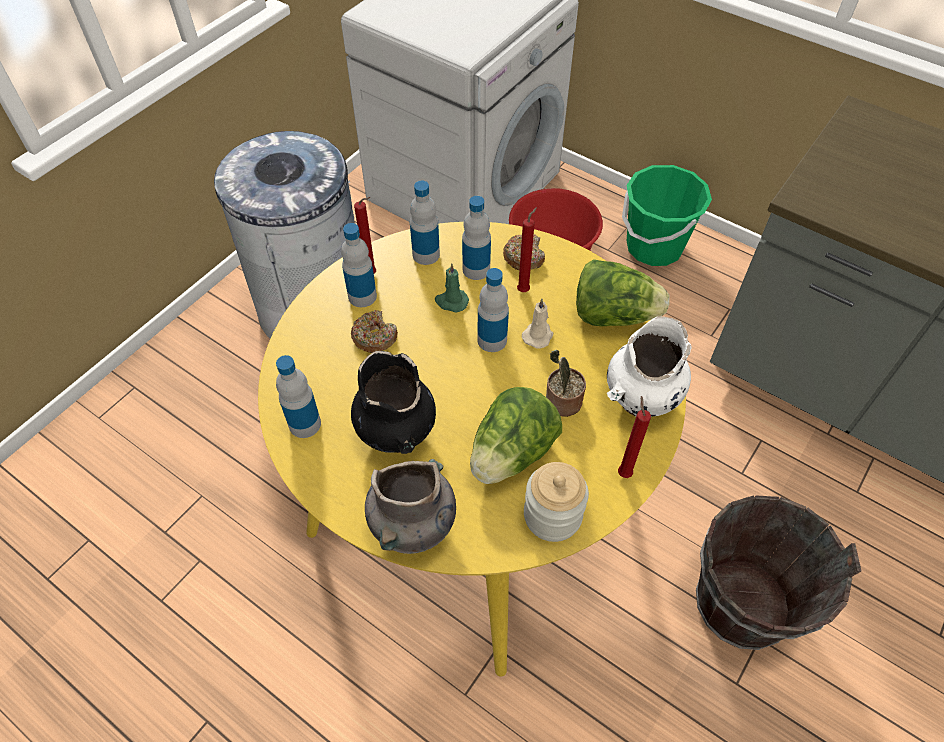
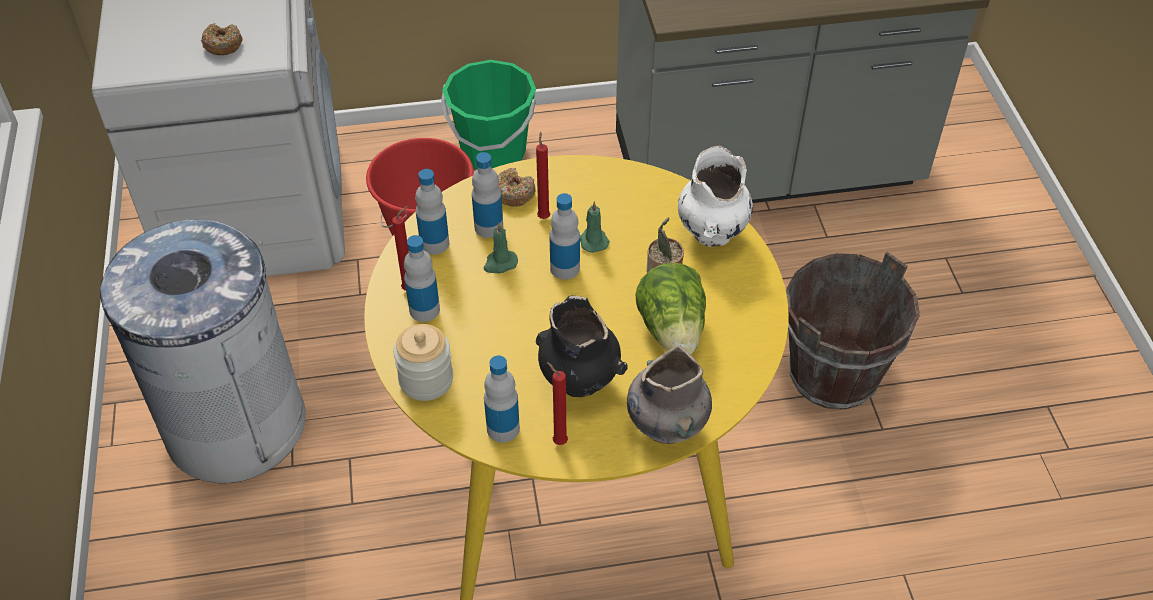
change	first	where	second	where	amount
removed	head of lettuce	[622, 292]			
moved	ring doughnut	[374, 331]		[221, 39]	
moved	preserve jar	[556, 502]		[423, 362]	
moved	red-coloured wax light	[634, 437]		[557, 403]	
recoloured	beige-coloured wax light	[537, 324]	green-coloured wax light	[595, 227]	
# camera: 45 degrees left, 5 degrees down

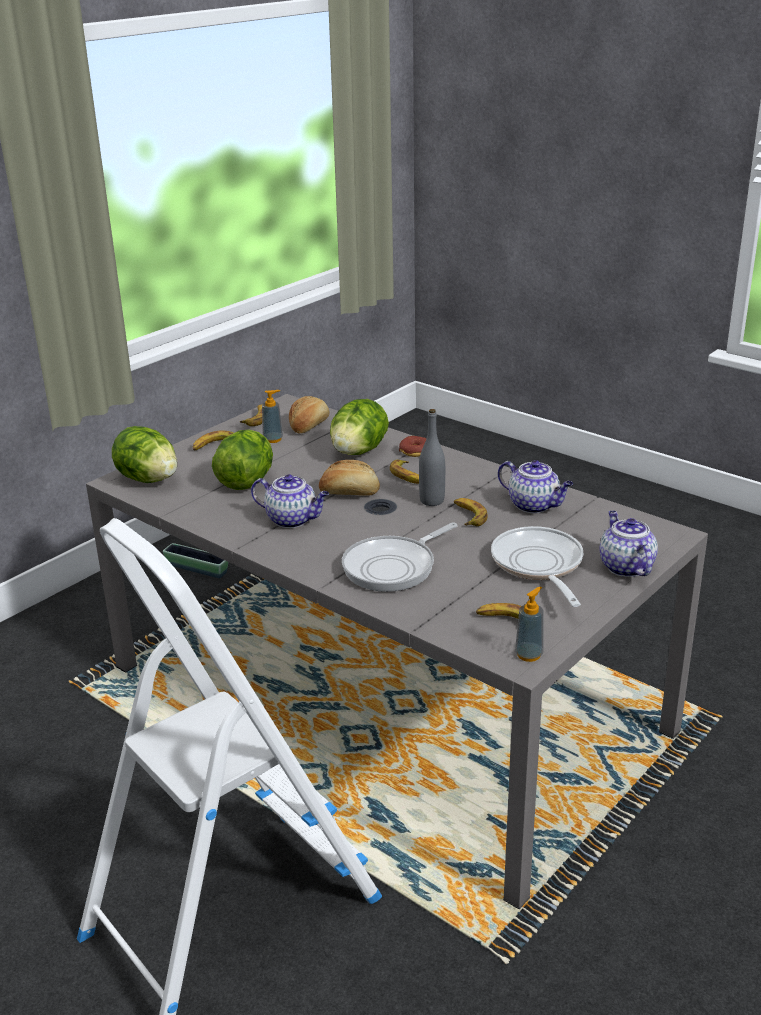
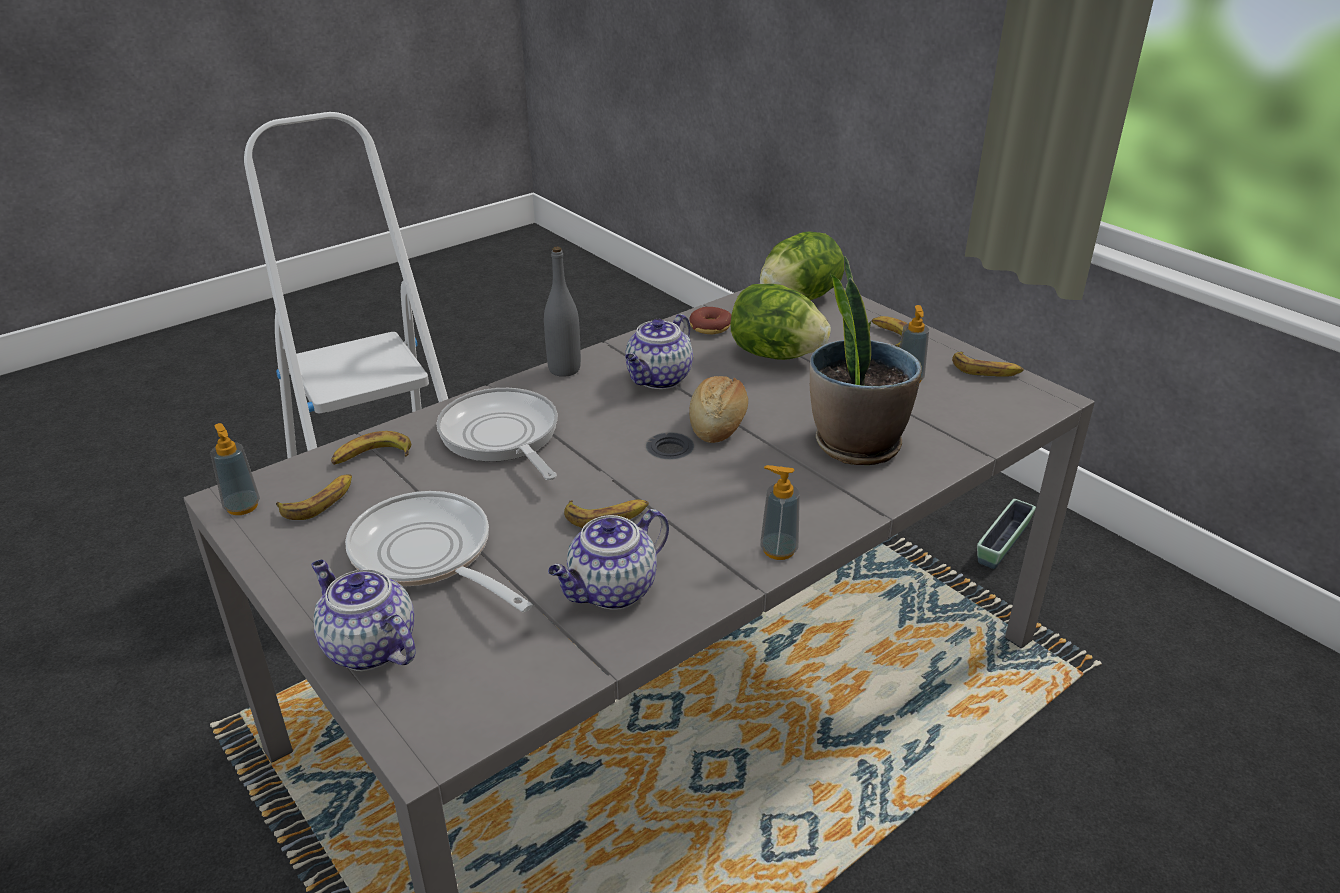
change	first	where	second	where	amount
removed	bread	[309, 414]			
added			liquid soap bottle	[780, 512]	
moved	banana fruit	[404, 472]		[371, 448]	
moved	ring doughnut	[413, 446]		[710, 320]	
moved	grey bottle	[432, 457]		[562, 312]	
replaced	head of lettuce	[359, 427]	houseplant	[866, 360]	
turned	pan	[537, 566]		[439, 551]	135 degrees counterclockwise
turned	tea pot	[628, 544]		[364, 615]	135 degrees counterclockwise
# camera: 100 degrees right, 5 degrees up

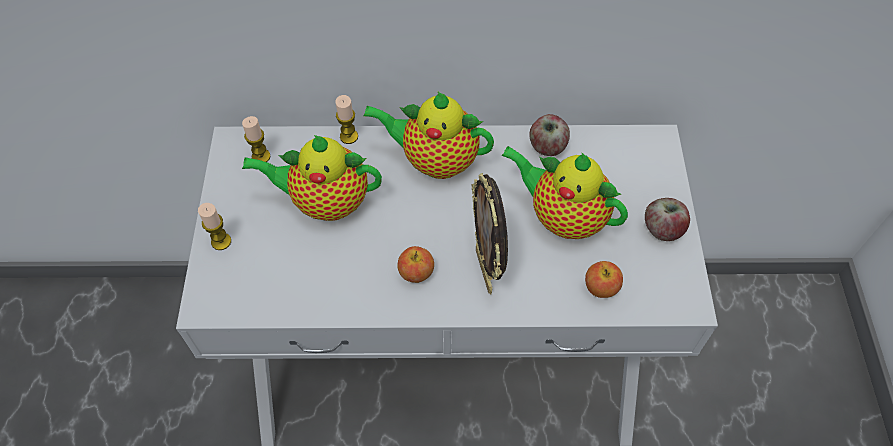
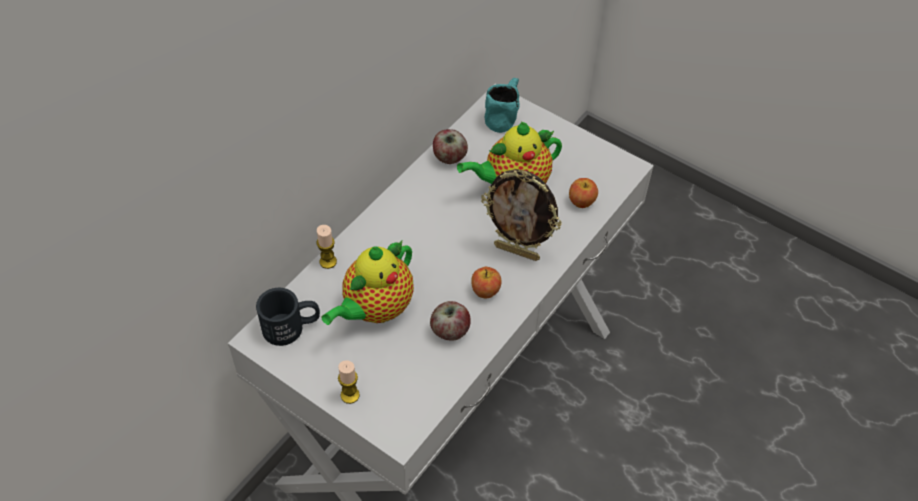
change	first	where	second	where	amount
removed	tea pot	[428, 135]			
added			turquoise mug	[502, 105]	
moved	apple	[667, 219]		[450, 321]	
replaced	wax light	[256, 139]	blackish mug	[288, 317]	
# camera: 55 degrees left, 5 degrees down

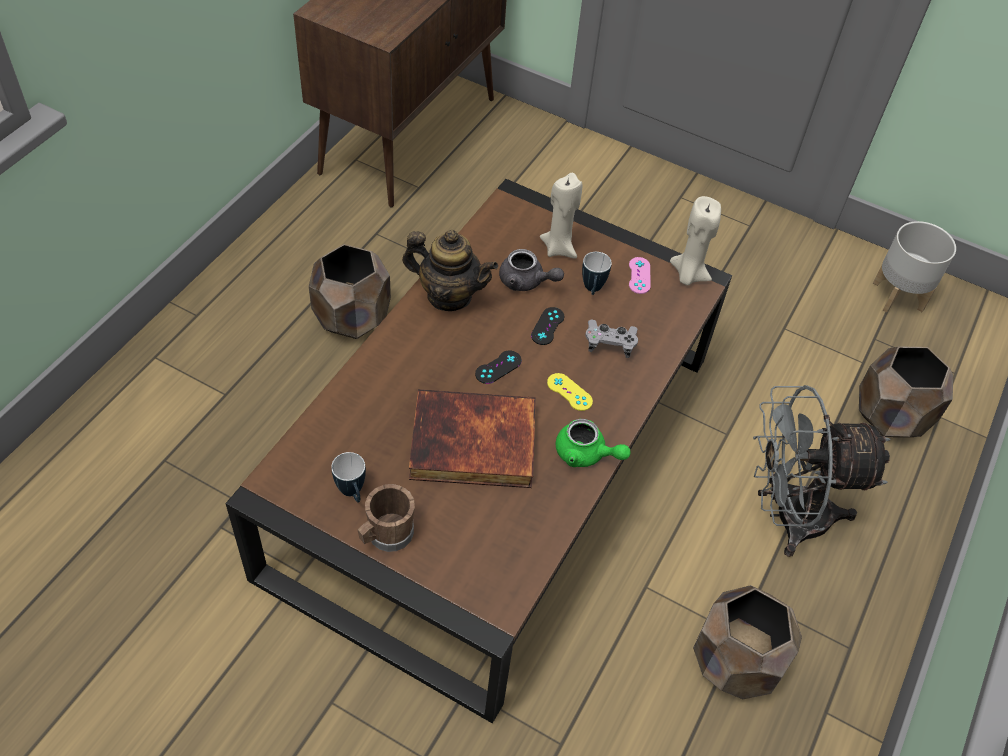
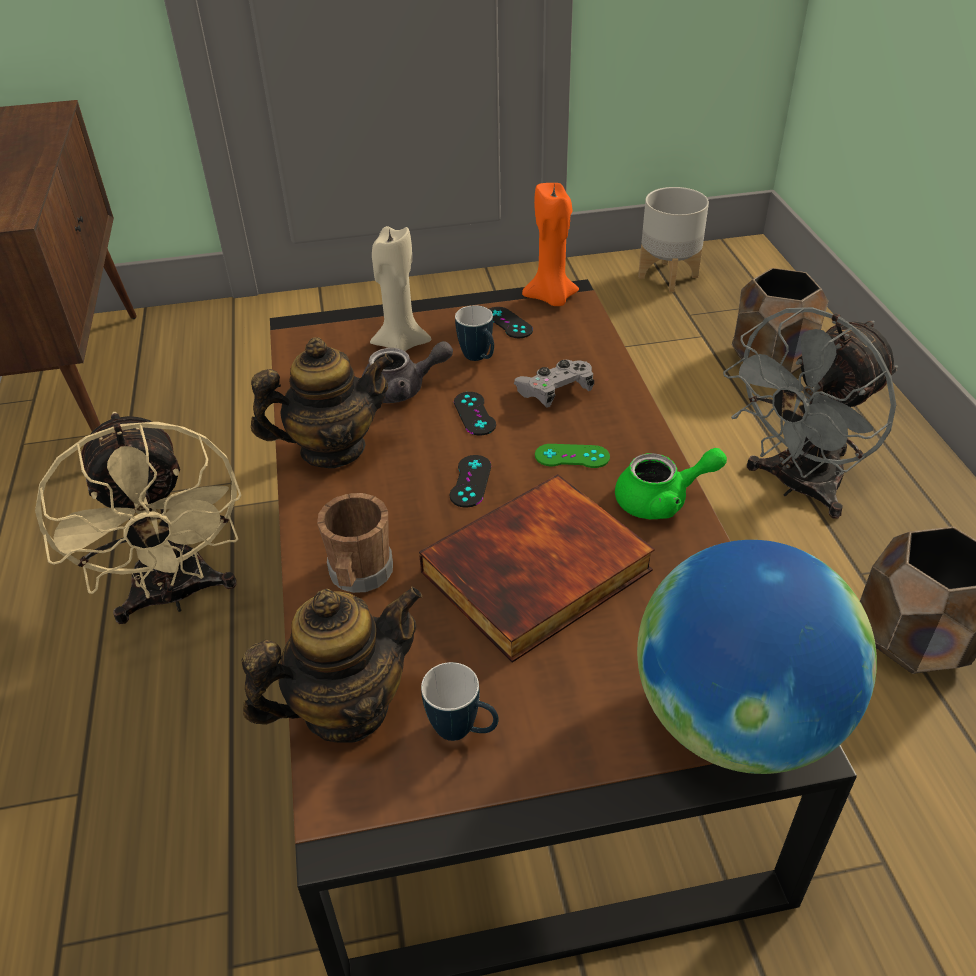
change	first	where	second	where	amount
added			tea pot	[332, 664]	
added			desk globe	[757, 657]	
moved	brown-coloured mug	[386, 518]		[355, 543]	
replaced	brown-coloured planter	[350, 291]	beige-coloured cooling fan	[138, 518]	
recoloured	yellow-coloured gamepad	[570, 392]	green-coloured gamepad	[572, 456]	
recoloured	pink-coloured gamepad	[639, 275]	blackish gamepad	[511, 322]	
recoloured	beige-coloured wax light	[695, 241]	orangey wax light	[550, 244]	
# camera: 35 degrees left, 10 degrees down

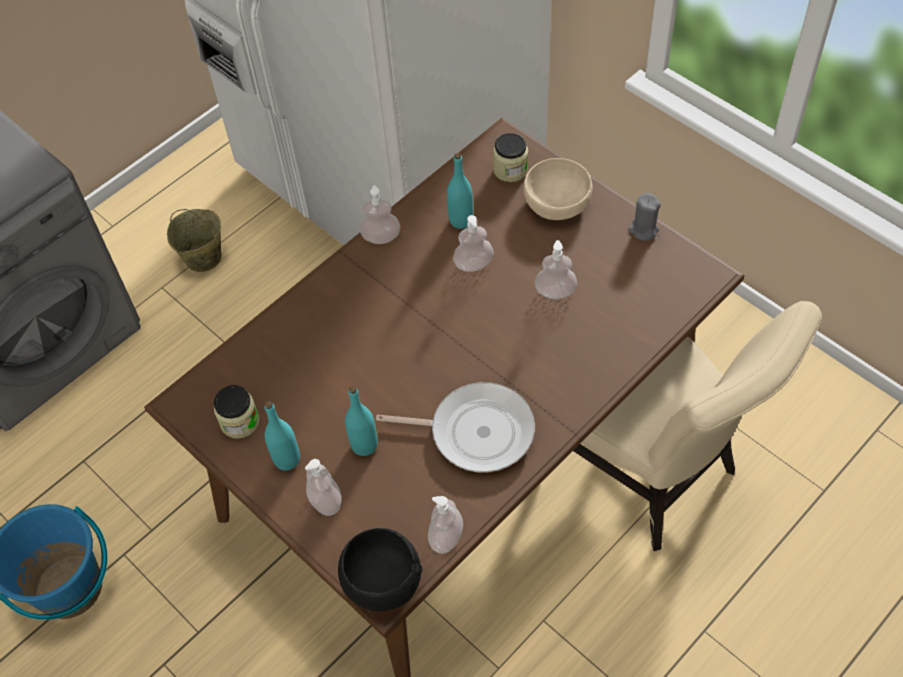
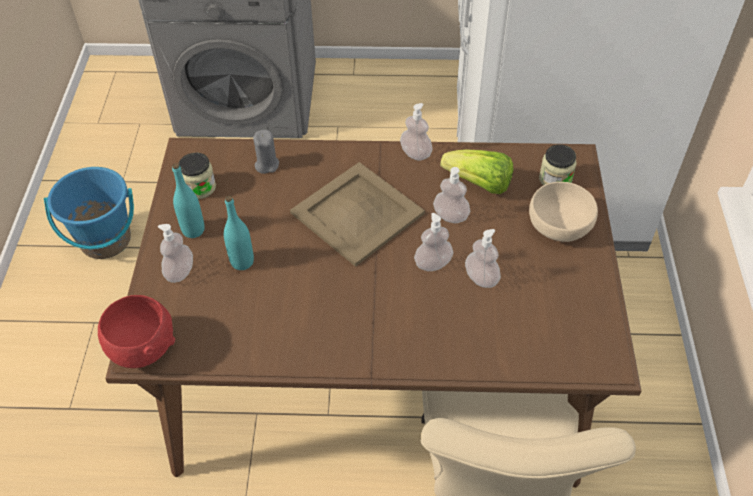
change	first	where	second	where	amount
removed	beige-coloured bucket	[194, 240]			
removed	pan	[455, 427]			
added			beige-coloured tray	[357, 214]	
moved	liquid soap bottle	[445, 525]		[433, 242]	
moved	grey wax light	[644, 217]		[266, 152]	
replaced	turquoise bottle	[460, 191]	head of lettuce	[476, 171]	
recoloured	blackish deep dish	[380, 569]	red-coloured deep dish	[136, 331]	
# camera: 45 degrees right, 5 degrees down

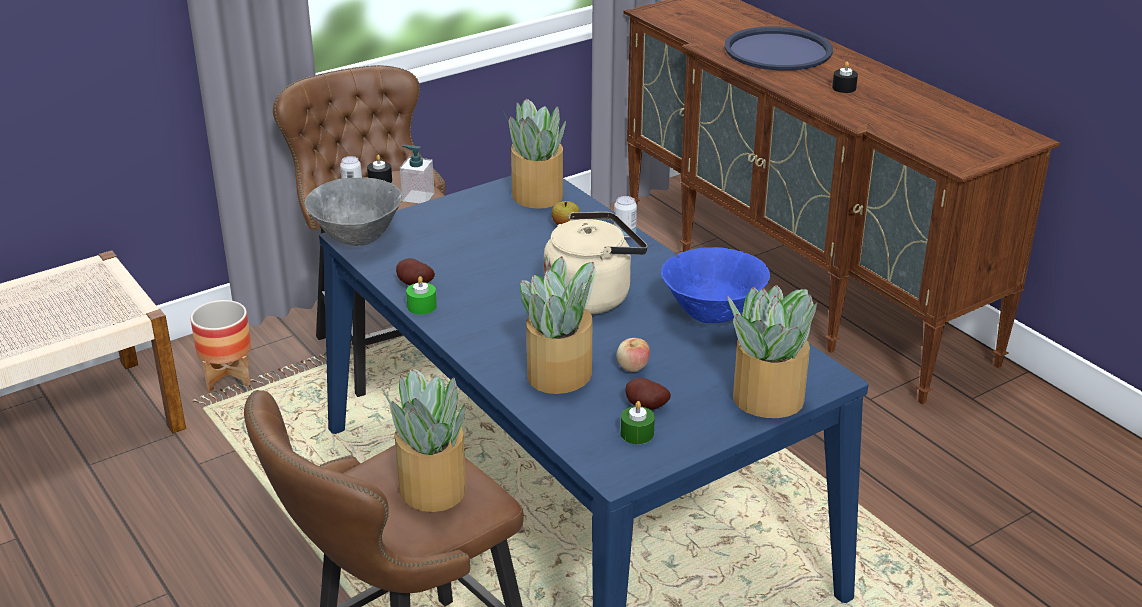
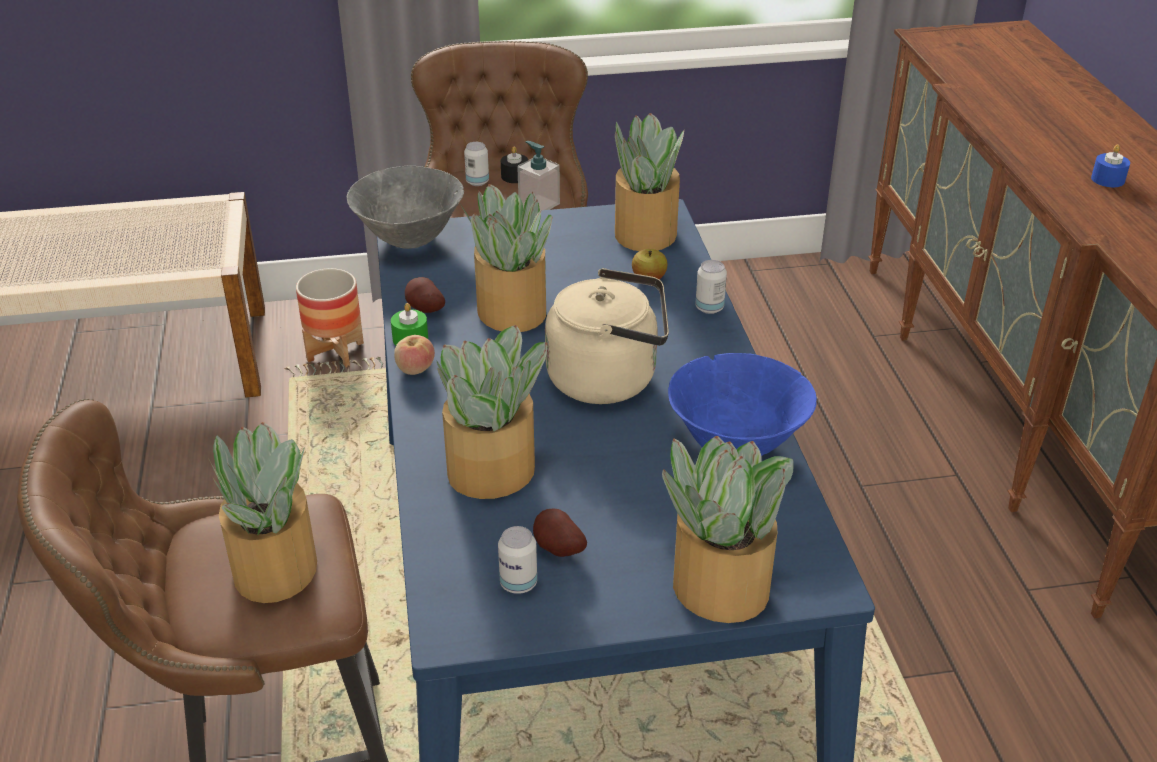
change	first	where	second	where	amount
removed	bluish tray	[779, 48]			
added			houseplant	[506, 258]	
moved	apple	[633, 355]		[414, 355]	
replaced	green-coloured wax light	[638, 422]	can	[517, 560]	
recoloured	blackish wax light	[845, 77]	bluish wax light	[1110, 165]	
# camera: 25 degrees right, 5 degrees up

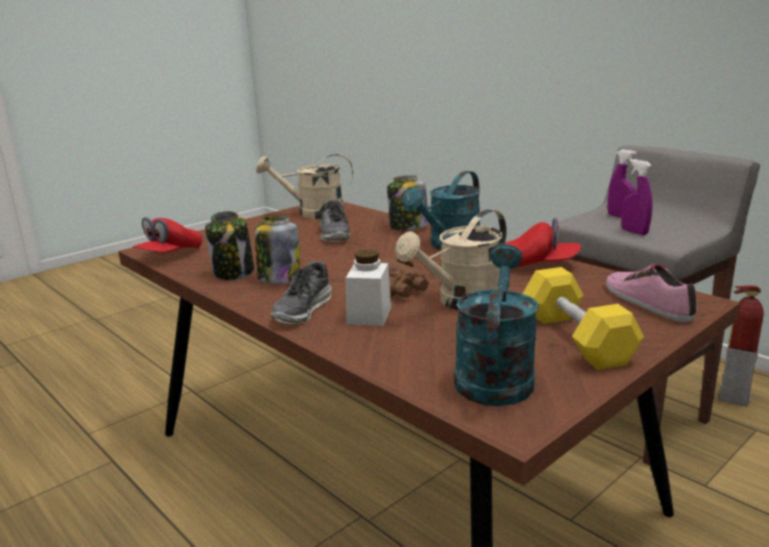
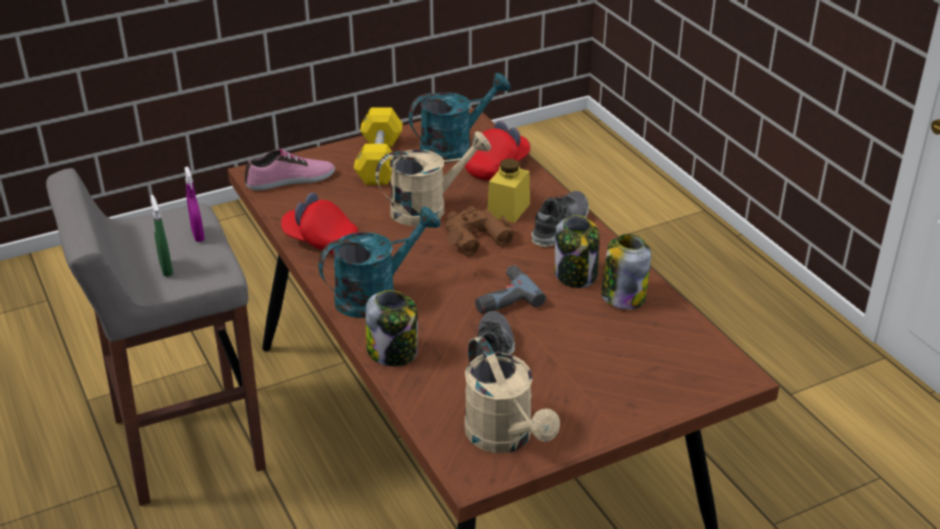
change	first	where	second	where	amount
removed	extinguisher	[741, 346]			
added			drill	[510, 289]	
moved	red-coloured cap	[167, 235]		[497, 150]	
recoloured	white-coloured preserve jar	[368, 287]	yellow-coloured preserve jar	[508, 191]	
recoloured	purple sprayer	[622, 183]	green-coloured sprayer	[162, 236]	
turned	beige-coloured sprinkling can	[304, 186]		[512, 394]	45 degrees clockwise
turned	turquoise sprinkling can	[496, 325]		[460, 118]	150 degrees counterclockwise
turned	low shoe	[652, 293]		[290, 169]	105 degrees counterclockwise
# camera: 165 degrees left, 15 degrees up

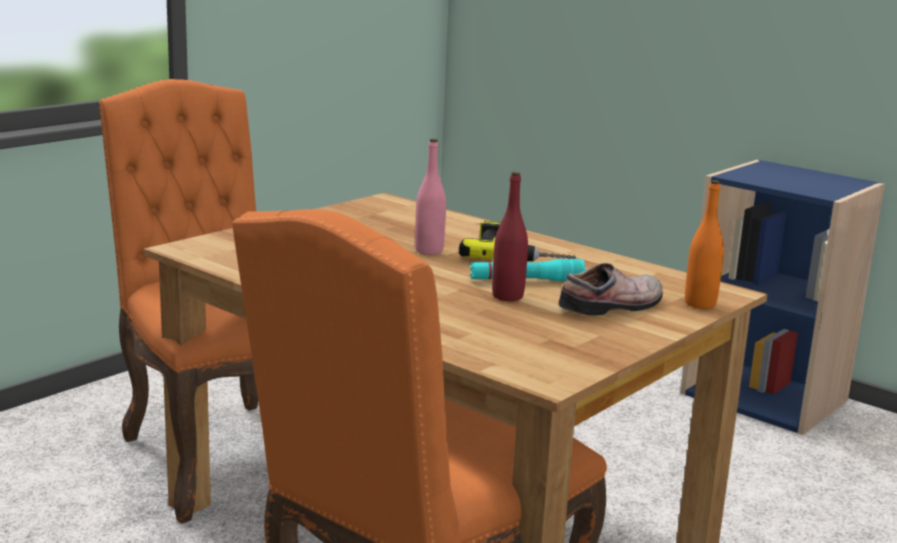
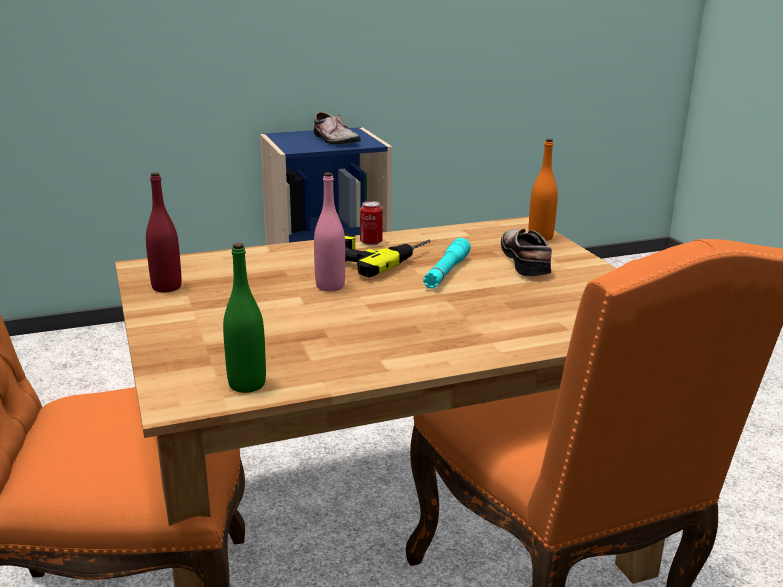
change	first	where	second	where	amount
added			green-coloured bottle	[244, 318]	
added			low shoe	[337, 128]	
added			can	[371, 223]	
moved	red-coloured bottle	[510, 236]		[164, 232]	
# camera: 60 degrees left, 5 degrees up

